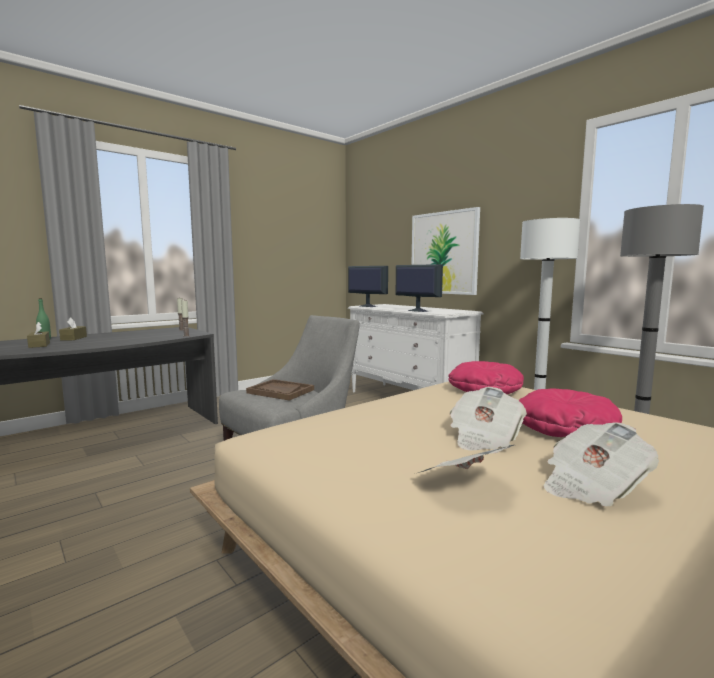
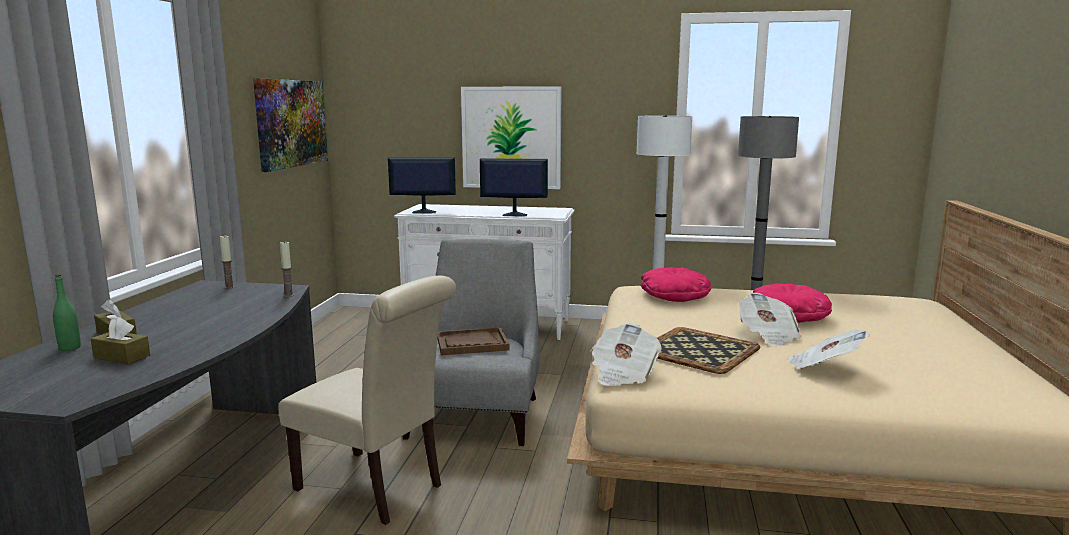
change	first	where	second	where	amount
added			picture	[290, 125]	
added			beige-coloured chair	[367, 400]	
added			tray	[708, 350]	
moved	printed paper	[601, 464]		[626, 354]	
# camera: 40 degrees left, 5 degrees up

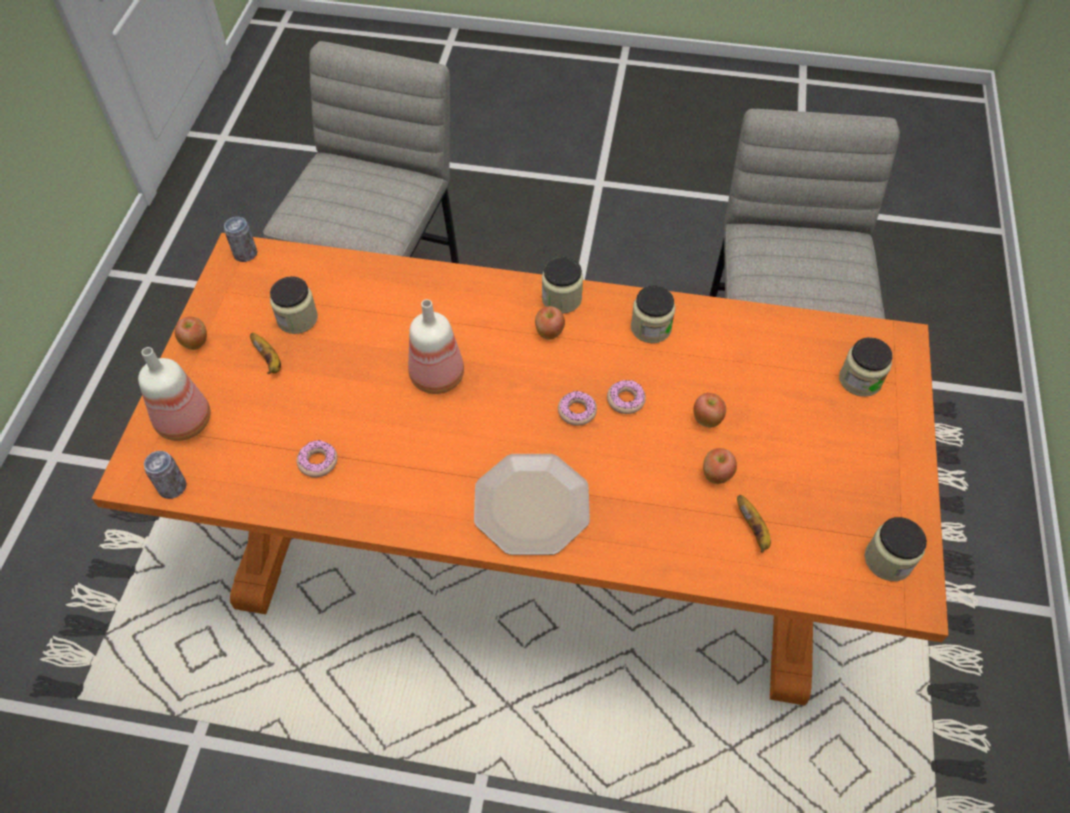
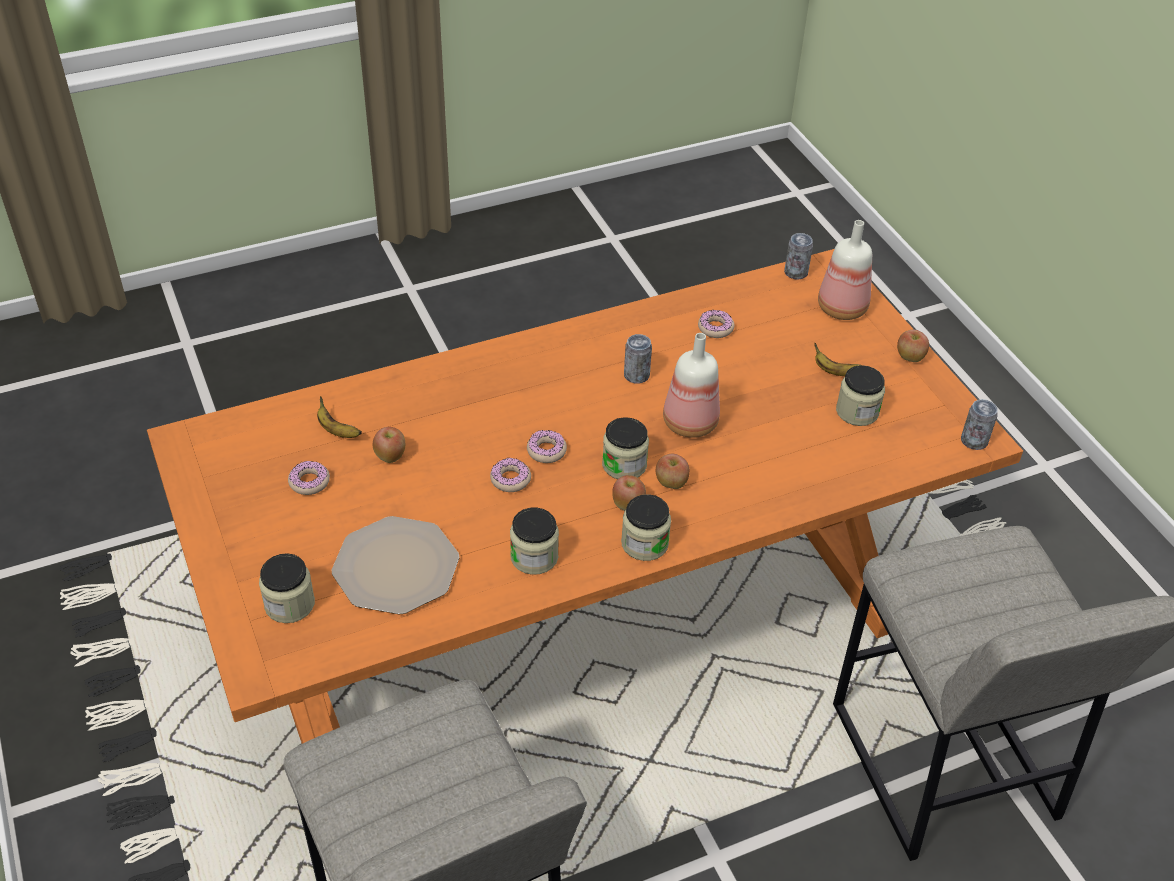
change	first	where	second	where	amount
added			ring doughnut	[309, 478]	
added			can	[638, 358]	
moved	flat dish	[532, 504]		[395, 565]	
moved	apple	[710, 410]		[673, 471]	
moved	preserve jar	[895, 549]		[625, 448]	
# camera: 145 degrees right, 10 degrees down

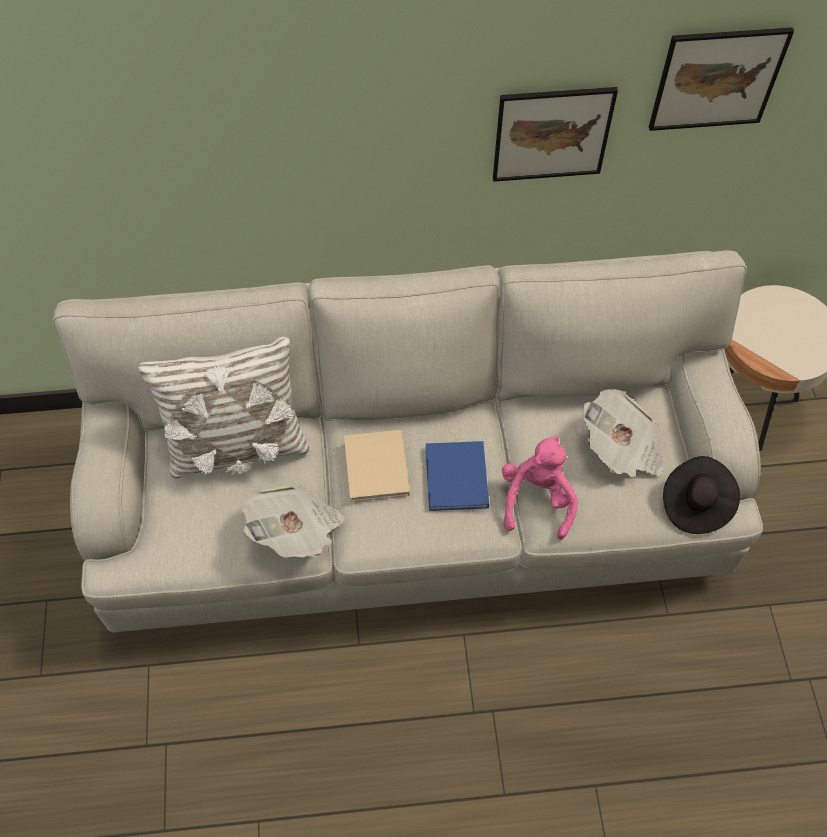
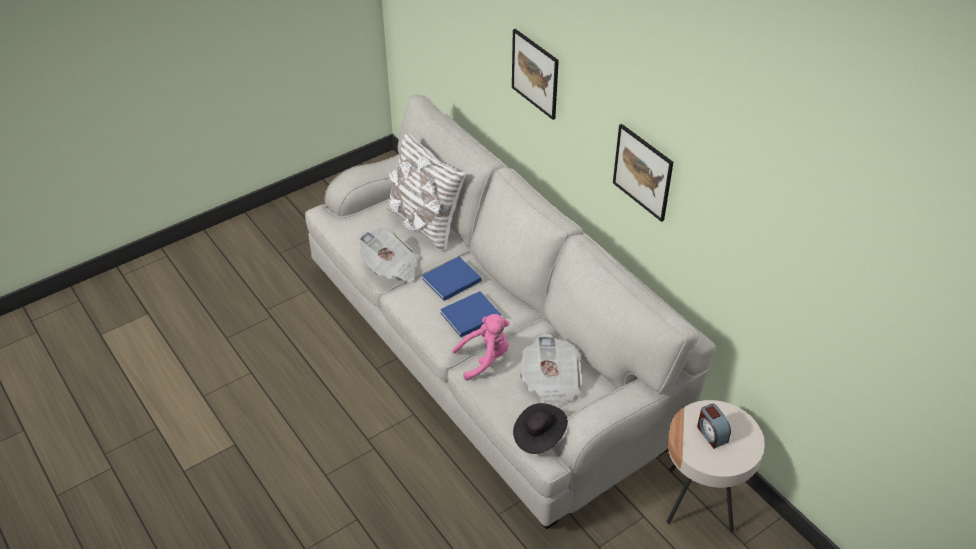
change	first	where	second	where	amount
added			table clock	[714, 426]	
moved	picture	[721, 79]		[535, 74]	
recoloured	beige-coloured volume	[376, 466]	bluish volume	[451, 279]	
# camera: 60 degrees right, 15 degrees down

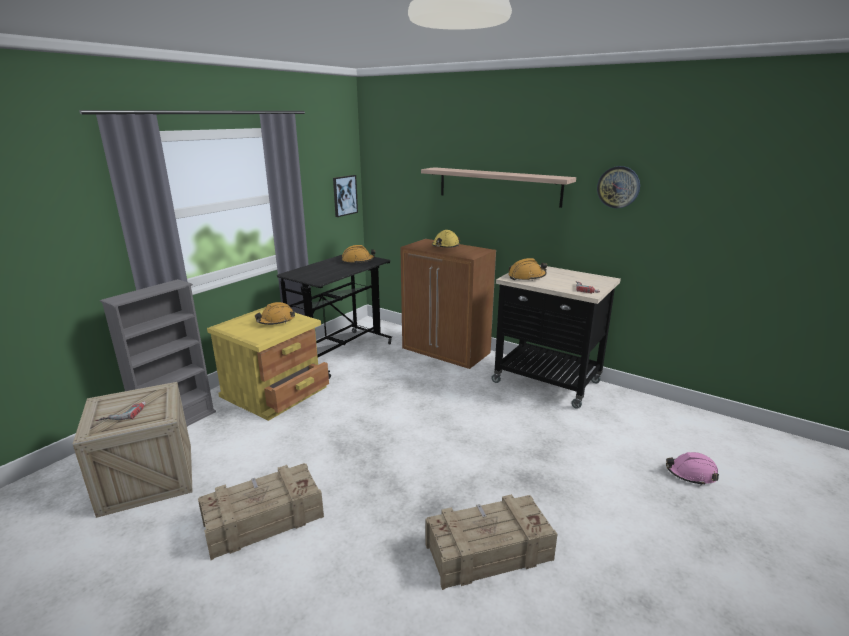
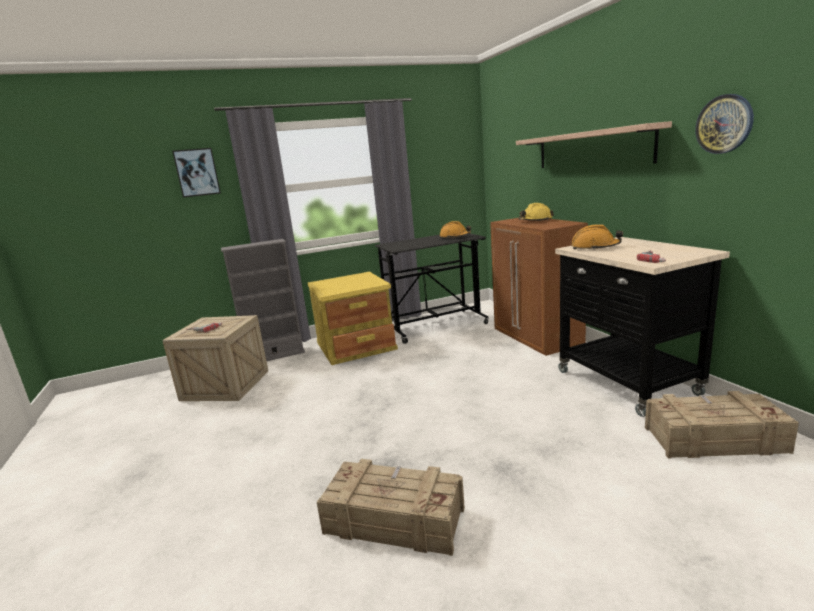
change	first	where	second	where	amount
removed	orangey safety helmet	[275, 313]			
removed	pink-coloured safety helmet	[692, 469]			
moved	packing crate	[261, 511]		[722, 424]	
moved	picture	[345, 196]		[196, 172]	
# camera: 35 degrees right, 5 degrees down

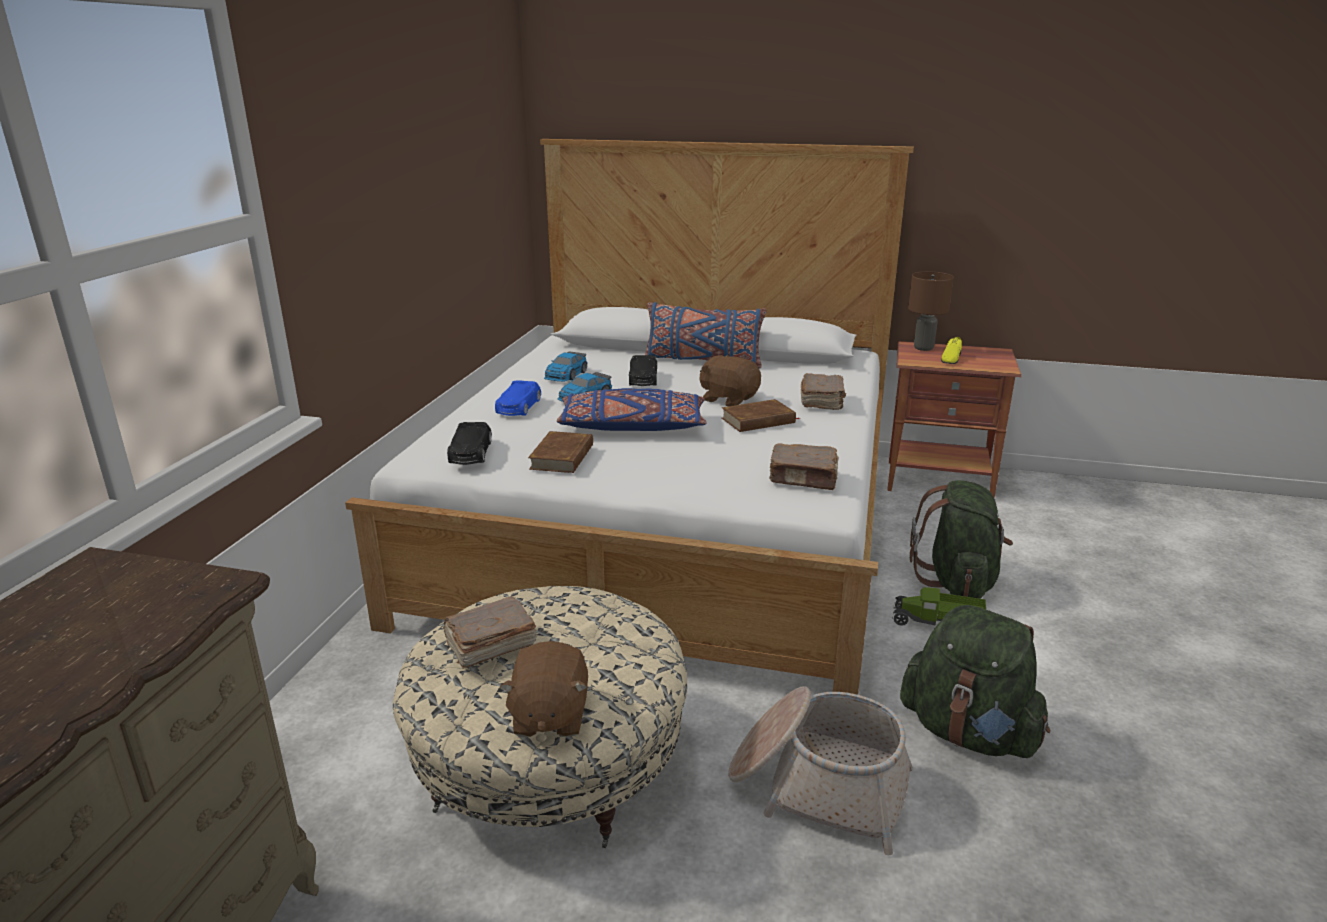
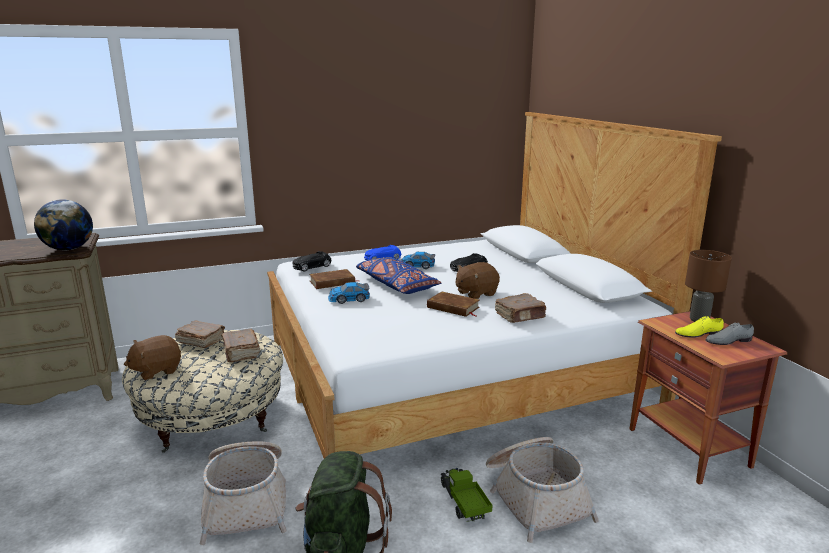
change	first	where	second	where	amount
removed	bluish pillow	[705, 335]			
added			desk globe	[63, 224]	
added			grey low shoe	[730, 333]	
moved	model car	[566, 367]		[349, 293]	
moved	brown-coloured volume	[803, 467]		[240, 345]	
replaced	green-coloured knapsack	[961, 539]	storage basket	[542, 490]	
turned	brown-coloured soft toy	[730, 380]		[478, 280]	120 degrees counterclockwise
# camera: 55 degrees right, 5 degrees down

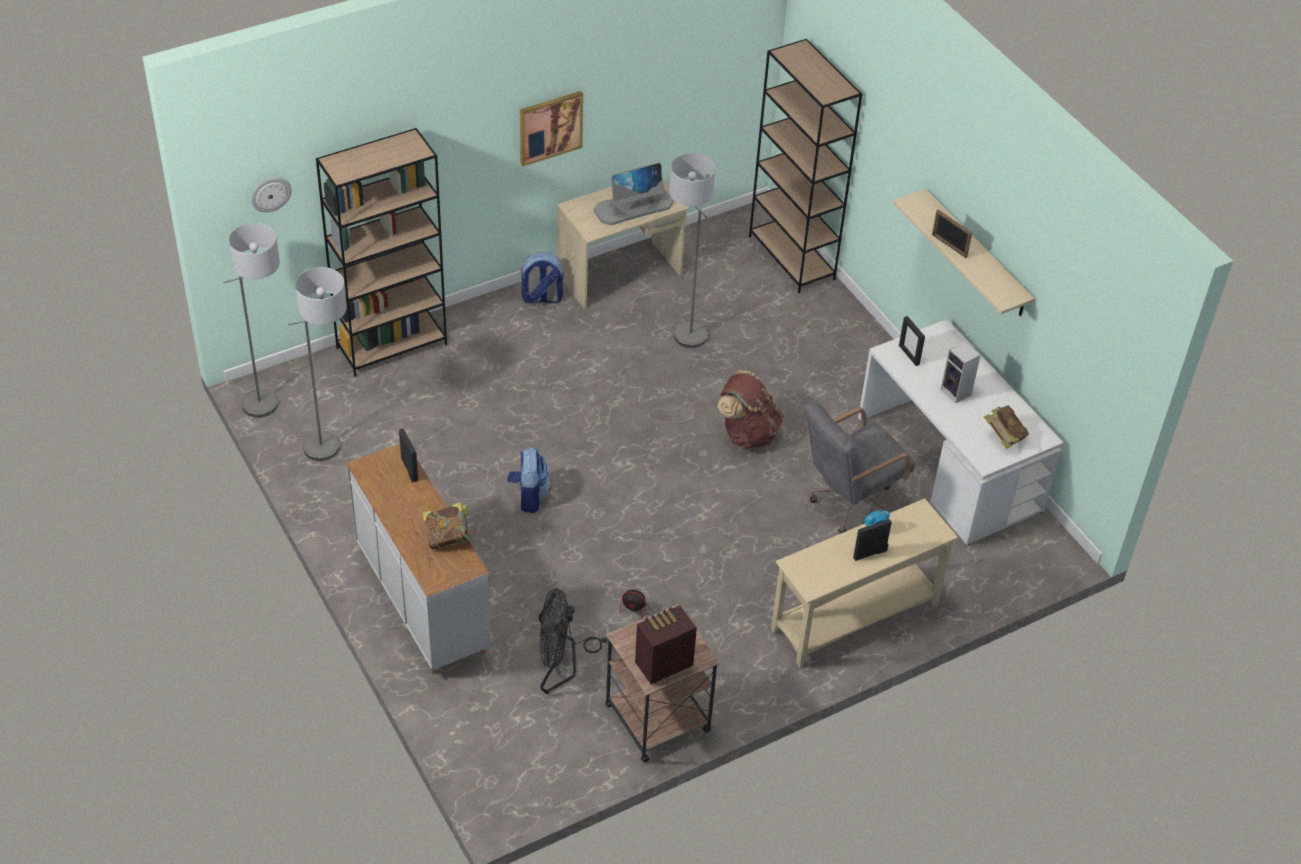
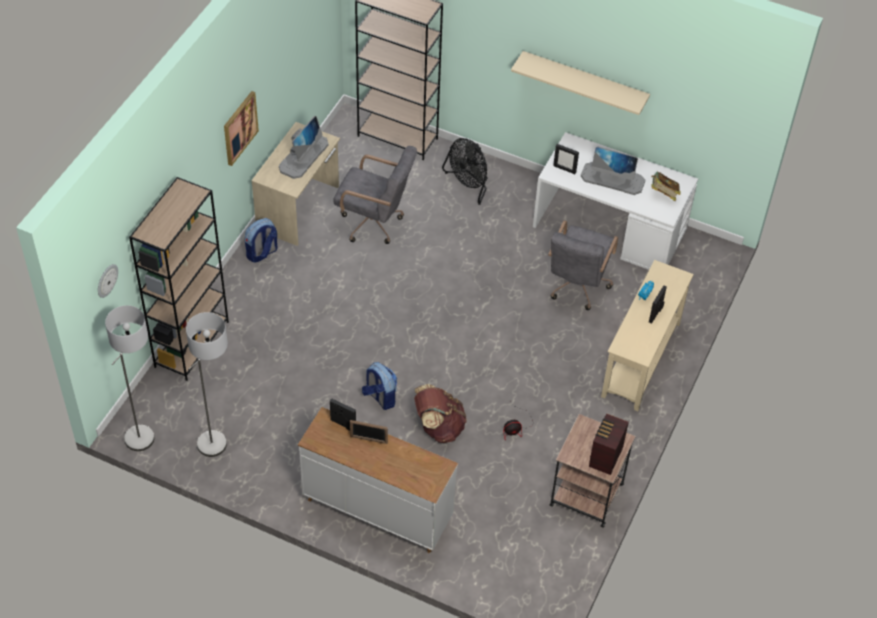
change	first	where	second	where	amount
removed	volume	[447, 525]			
moved	blackish cooling fan	[573, 641]		[465, 171]	
moved	brown-coloured knapsack	[750, 409]		[440, 413]	
moved	photo frame	[952, 233]		[369, 432]	
replaced	grey floor lamp	[692, 250]	grey office chair	[375, 195]	
replaced	audio speaker	[960, 372]	monitor	[613, 171]	
# camera: 35 degrees left, 5 degrees up

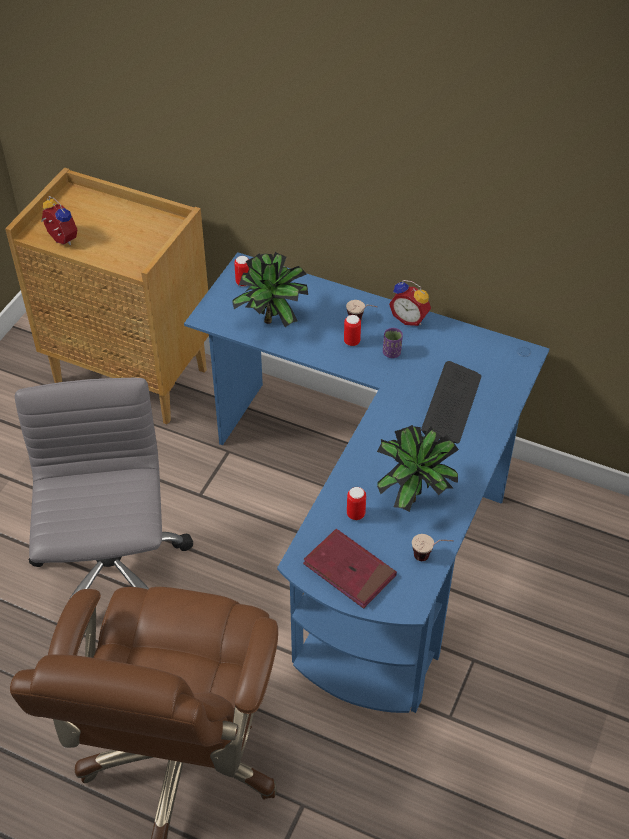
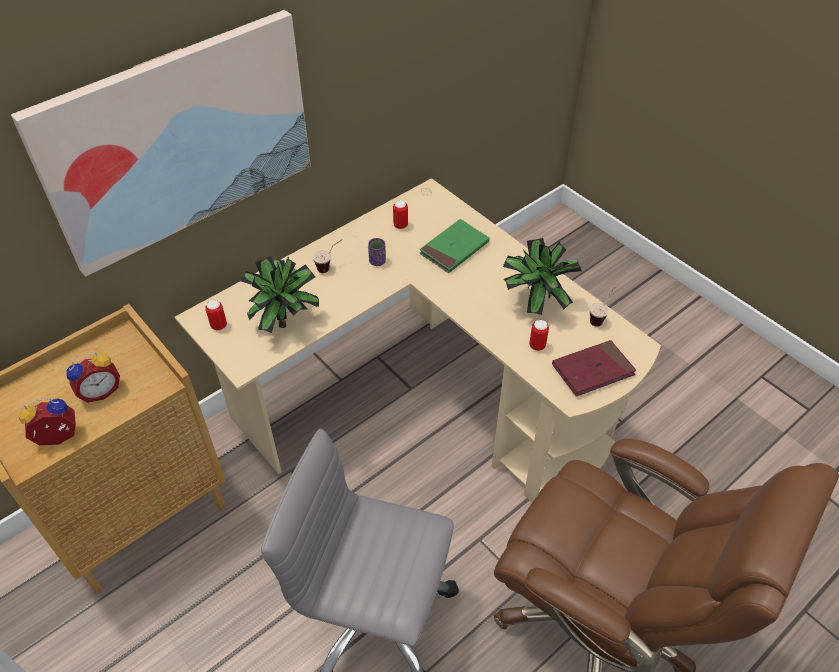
change	first	where	second	where	amount
added			picture	[161, 143]	
moved	can	[352, 330]		[400, 214]	
moved	table clock	[410, 303]		[93, 377]	
replaced	computer keyboard	[451, 402]	green-coloured volume	[455, 246]	
recoloured	bluish desk unit	[367, 482]	beige-coloured desk unit	[418, 340]	
# camera: 65 degrees left, 0 degrees up

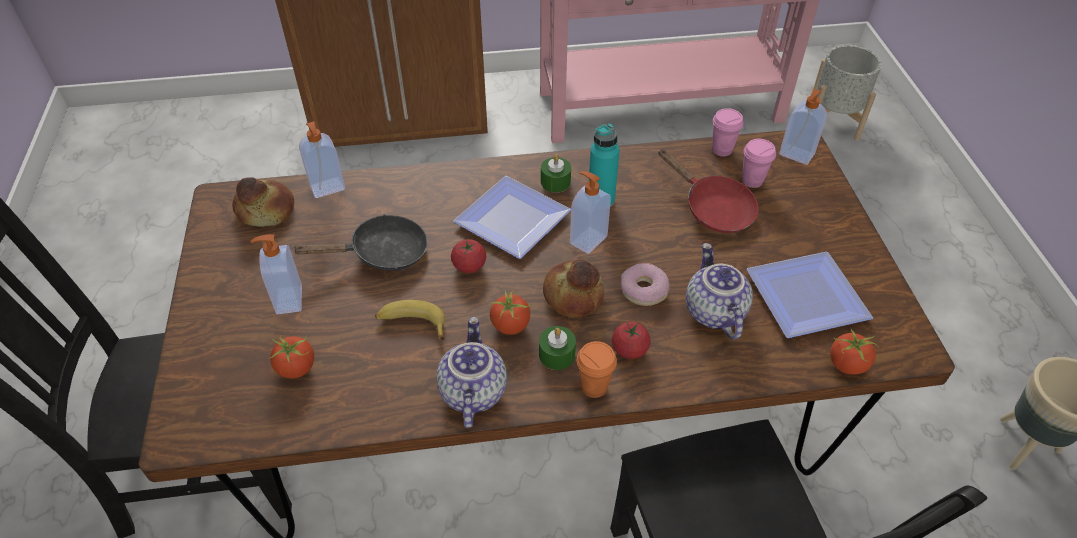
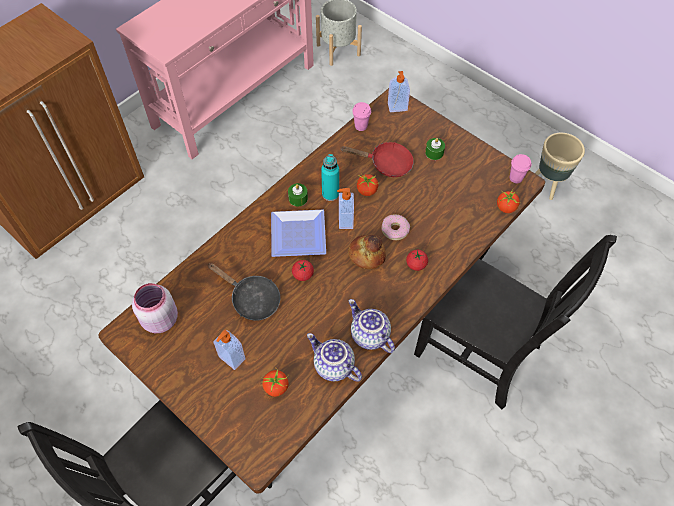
change	first	where	second	where	amount
removed	liquid soap bottle	[322, 159]			
removed	banana fruit	[410, 320]			
removed	orangey small cup	[597, 369]			
removed	flat dish	[809, 294]			
moved	fresh tomato	[510, 312]		[368, 185]	
moved	green-coloured wax light	[557, 348]		[435, 149]	
moved	tea pot	[719, 291]		[334, 357]	
moved	pink-coloured small cup	[759, 163]		[520, 168]	
replaced	bread	[263, 202]	pink-coloured preserve jar	[155, 308]	
turned	blackish pan	[360, 242]		[244, 292]	90 degrees clockwise
# camera: 40 degrees left, 10 degrees up

